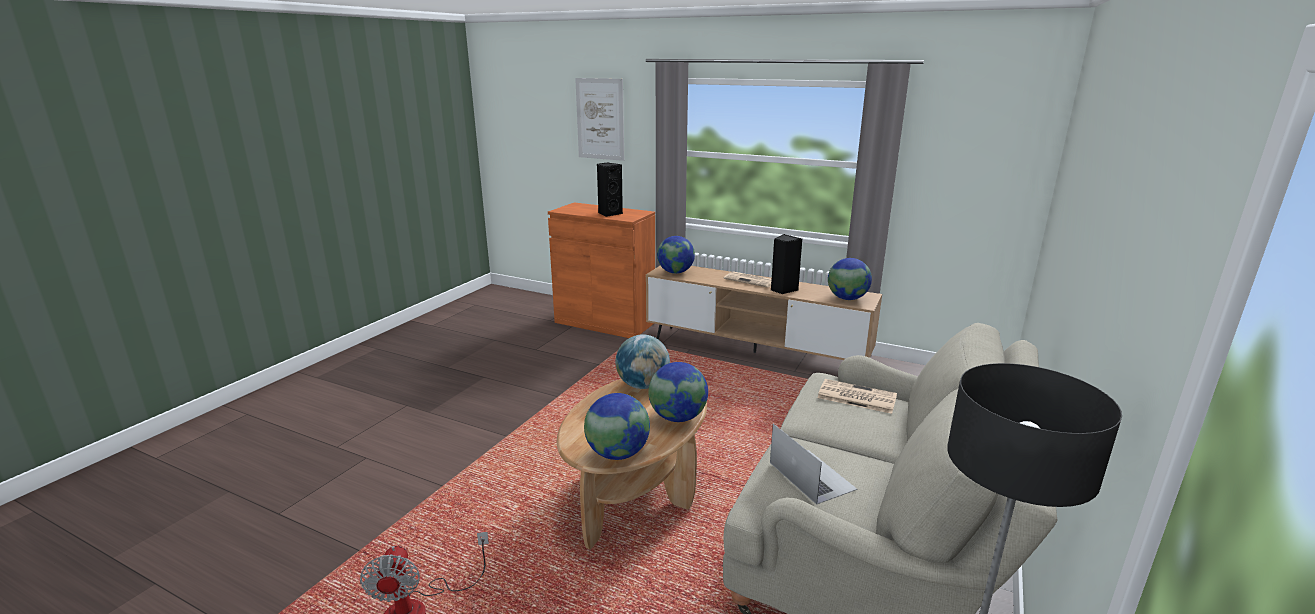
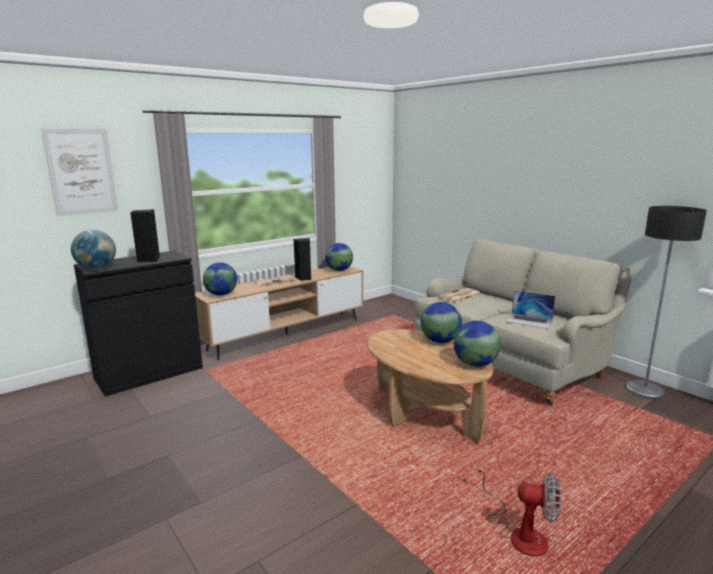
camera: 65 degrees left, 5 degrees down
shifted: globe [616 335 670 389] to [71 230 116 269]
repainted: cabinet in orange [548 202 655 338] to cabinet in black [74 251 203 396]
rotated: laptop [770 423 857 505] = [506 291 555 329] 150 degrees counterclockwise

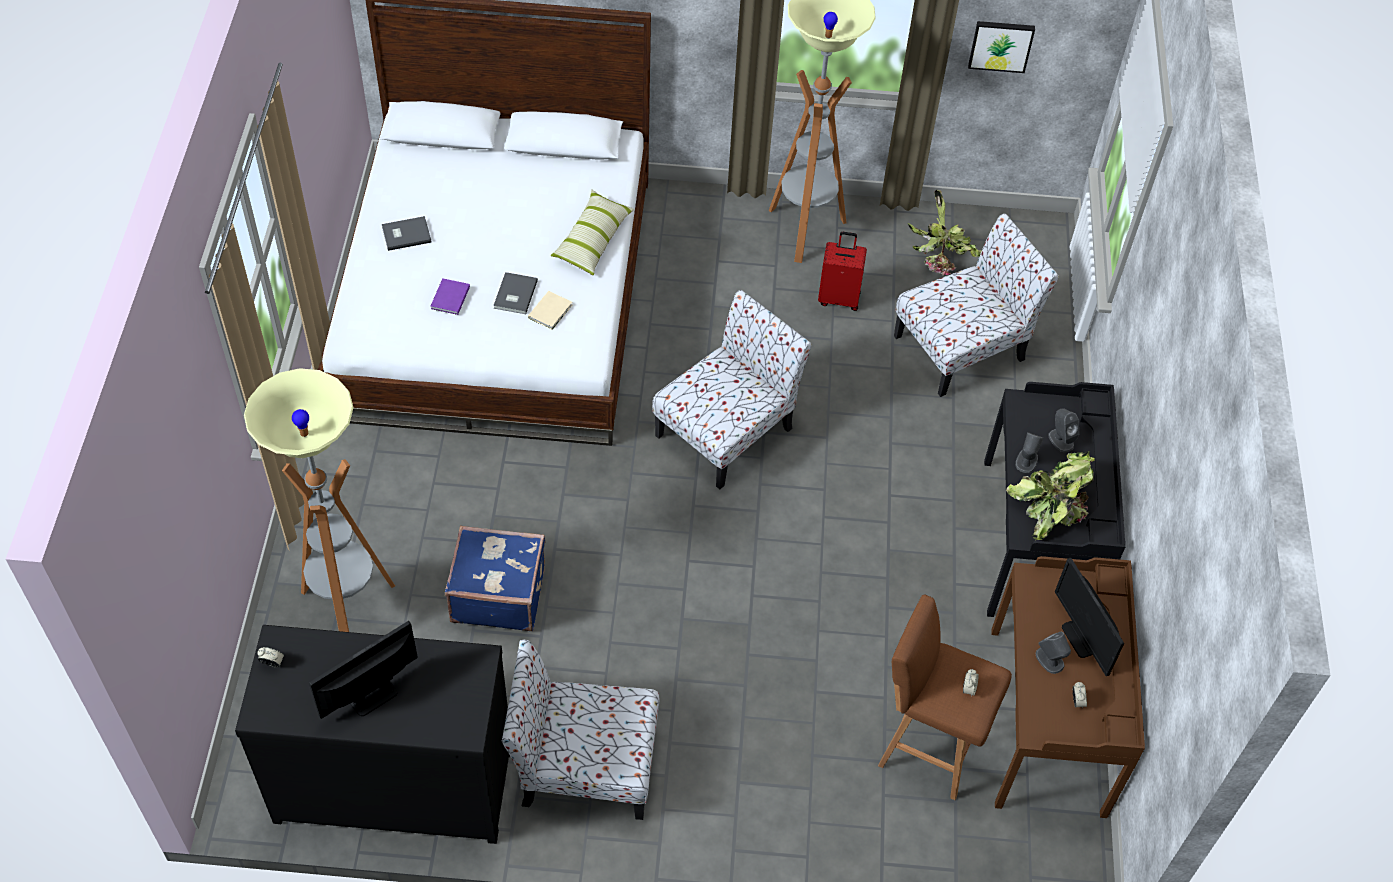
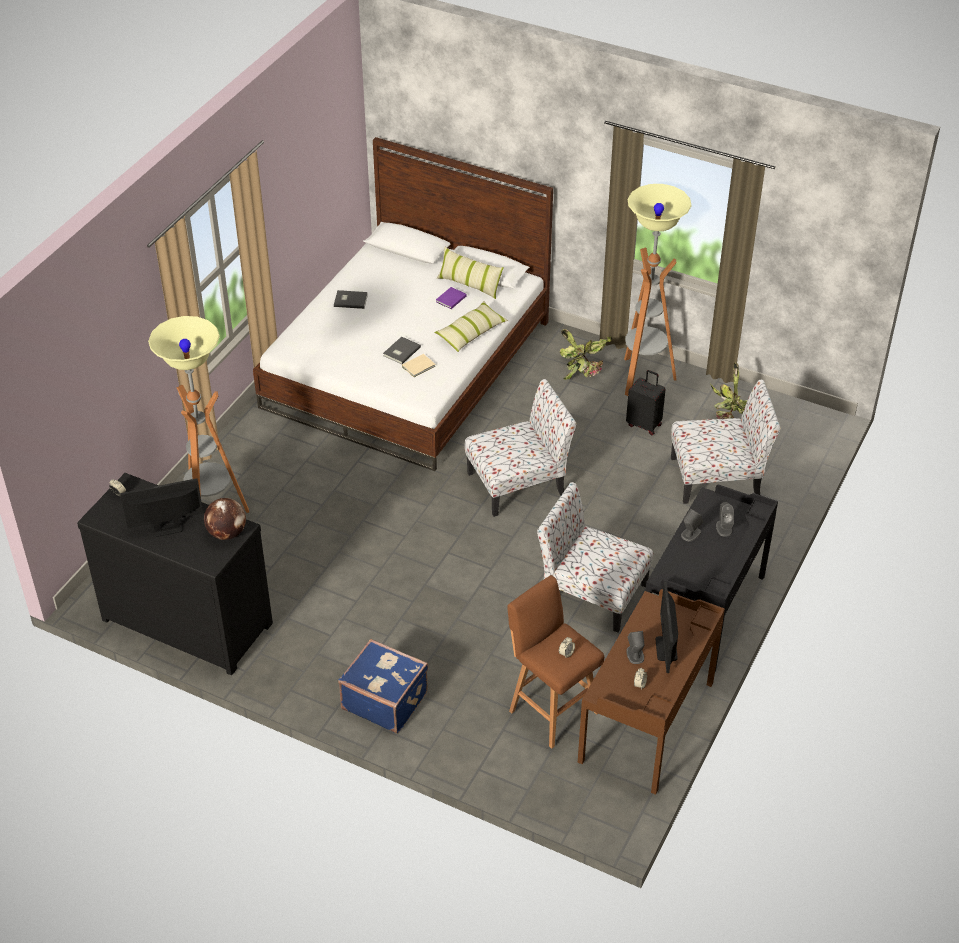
camera: 25 degrees right, 10 degrees down
gone: wall art [968 21 1035 73]
new: globe [204 498 246 540]; cushion [437 247 504 299]
shifted: suitcase in bluish [445 525 545 631] to [338 639 428 733]; bound book in purple-coloured [431 278 470 315] to [436 287 467 309]; plain chair [502 640 659 820] to [537 482 653 633]; houseplant [1006 451 1095 540] to [560 329 612 380]
repainted: suitcase in red [818 232 867 311] to suitcase in black [626 370 666 435]

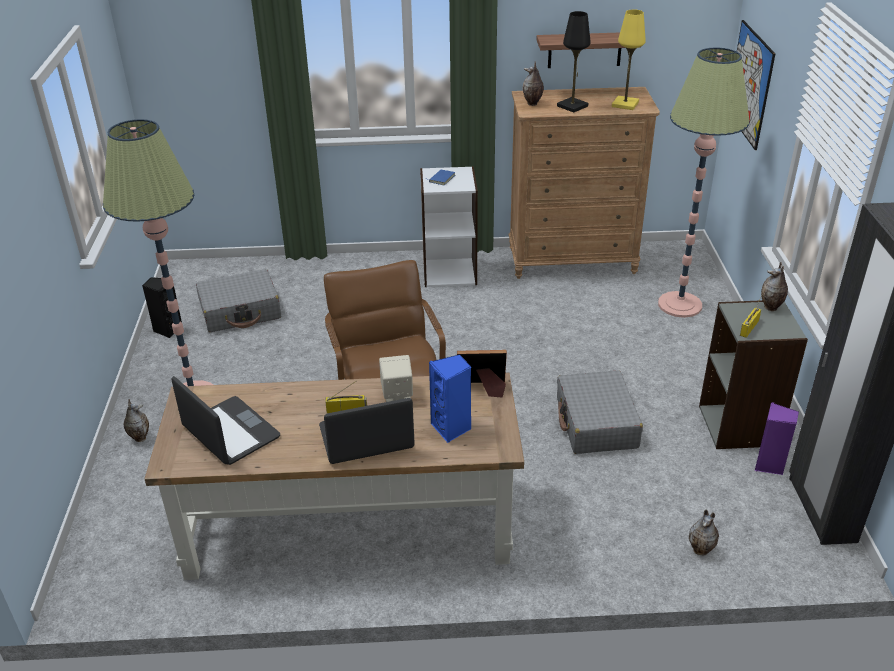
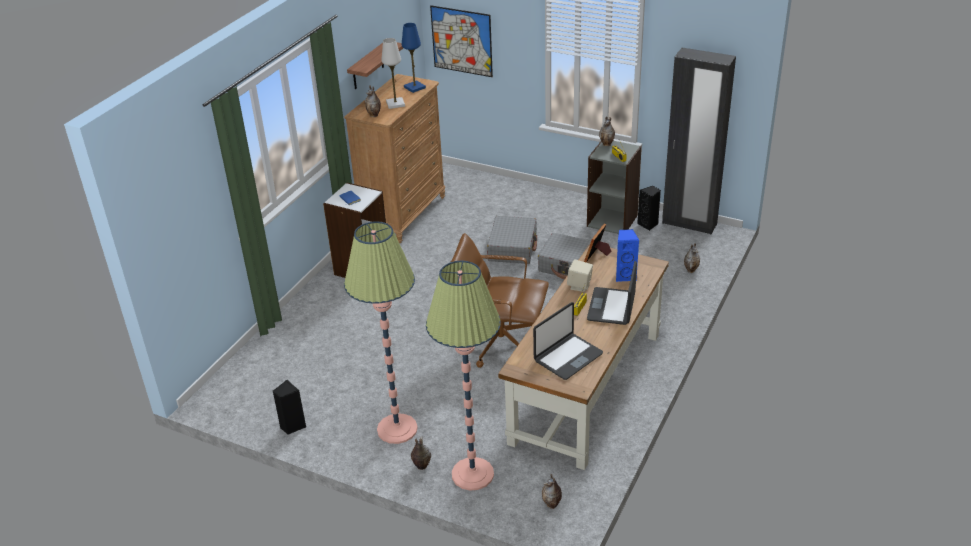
camera: 60 degrees left, 0 degrees up
new: vase [542 474 562 509]
shifted: standard lamp [658 48 750 318] to [426 261 501 491]; suitcase in grey [196 269 281 332] to [487 216 537 264]
repainted: table lamp in black [557 11 591 113] to table lamp in white [381 38 405 109]; table lamp in yellowish [612 10 646 110] to table lamp in bluish [402 23 426 93]; audio speaker in purple-coloured [755 402 799 475] to audio speaker in black [637 186 661 231]
rotated: laptop [171 376 280 465] = [533 302 603 380] 150 degrees clockwise

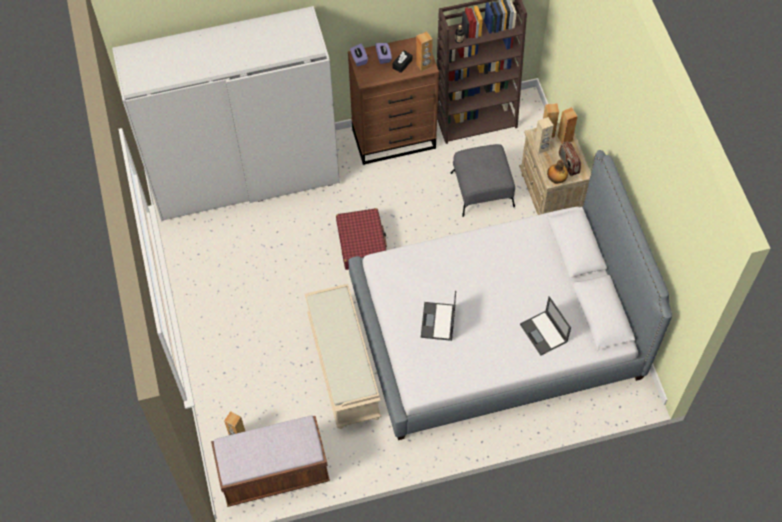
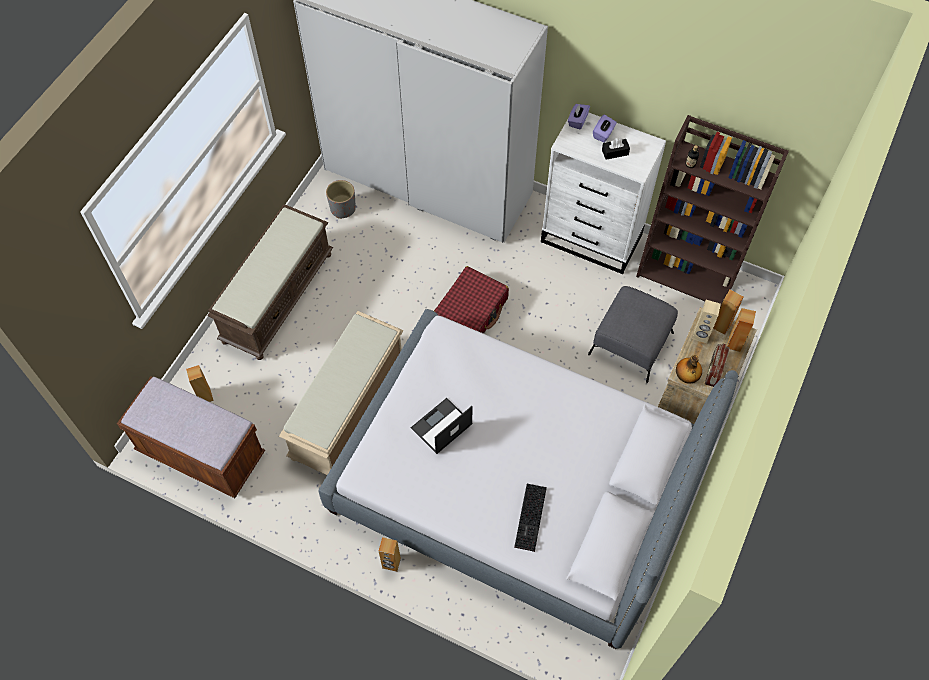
camera: 40 degrees right, 0 degrees up
new: bench in brownish [207 204 333 360]; plant pot in grey [326 180 356 219]
shifted: audio speaker in brownish [416 31 433 71] to [379 537 401 572]
swapped: laptop [520 296 571 356] to keyboard [514 484 547 552]
repainted: chest of drawers in brownish [348 37 439 165] to chest of drawers in white [541 113 666 275]

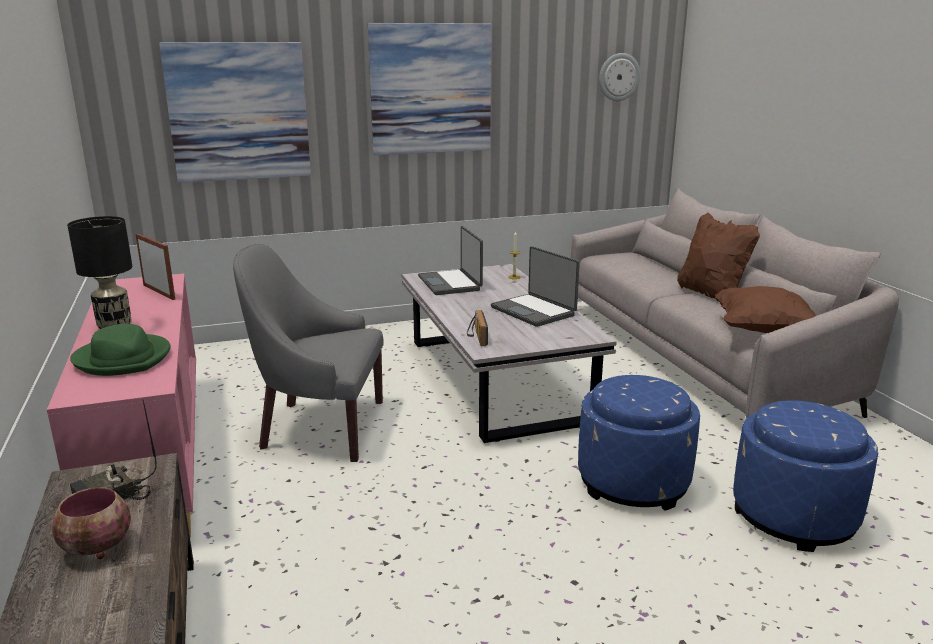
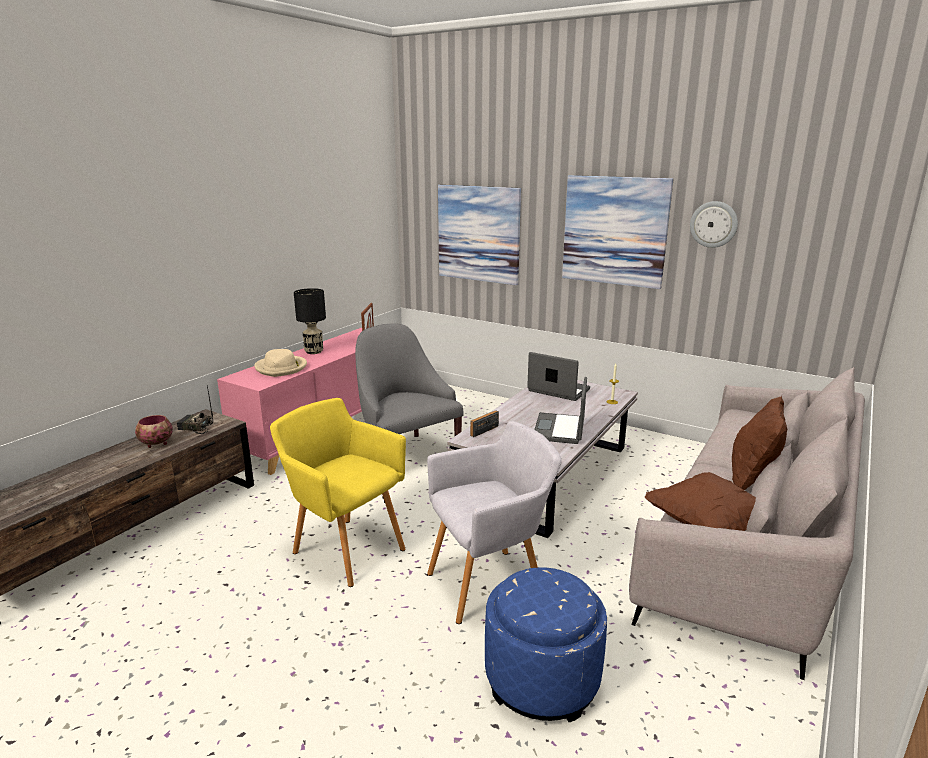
camera: 50 degrees right, 0 degrees up
new: armchair in yellowish [270 398 406 587]
shifted: wall clock [599 53 640 101] to [690 201 738 248]
swapped: pouffe in bluish [578 375 700 511] to armchair in grey [427 421 562 624]
repainted: hat in green-coloured [70 324 171 376] to hat in beige-coloured [254 349 307 377]
rotated: laptop [418 226 483 295] = [527 352 590 401] 90 degrees clockwise

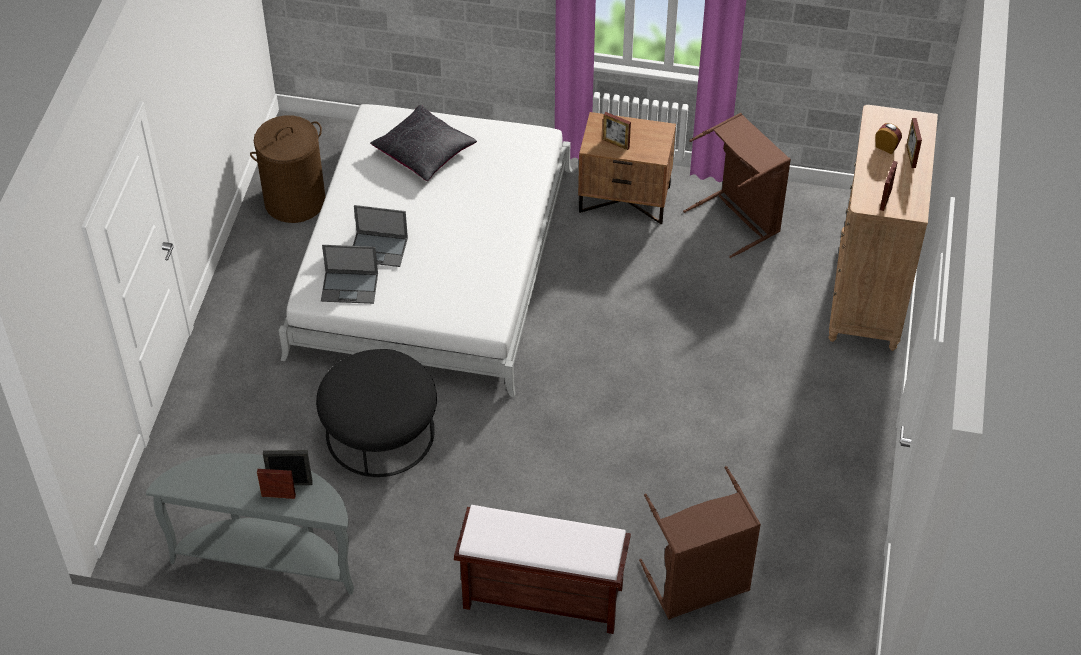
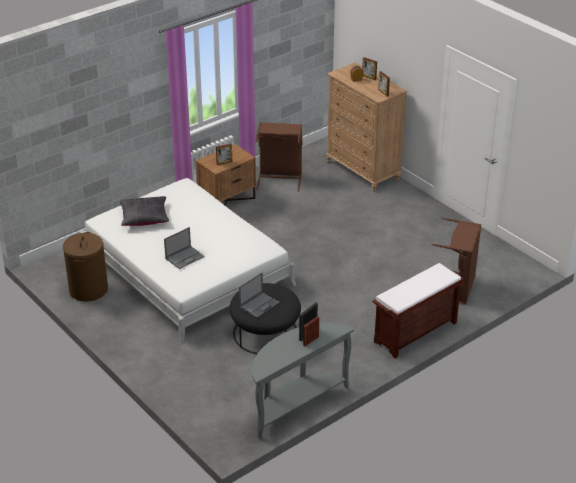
camera: 50 degrees left, 15 degrees down
shifted: laptop [321 245 378 304] to [239 273 280 318]

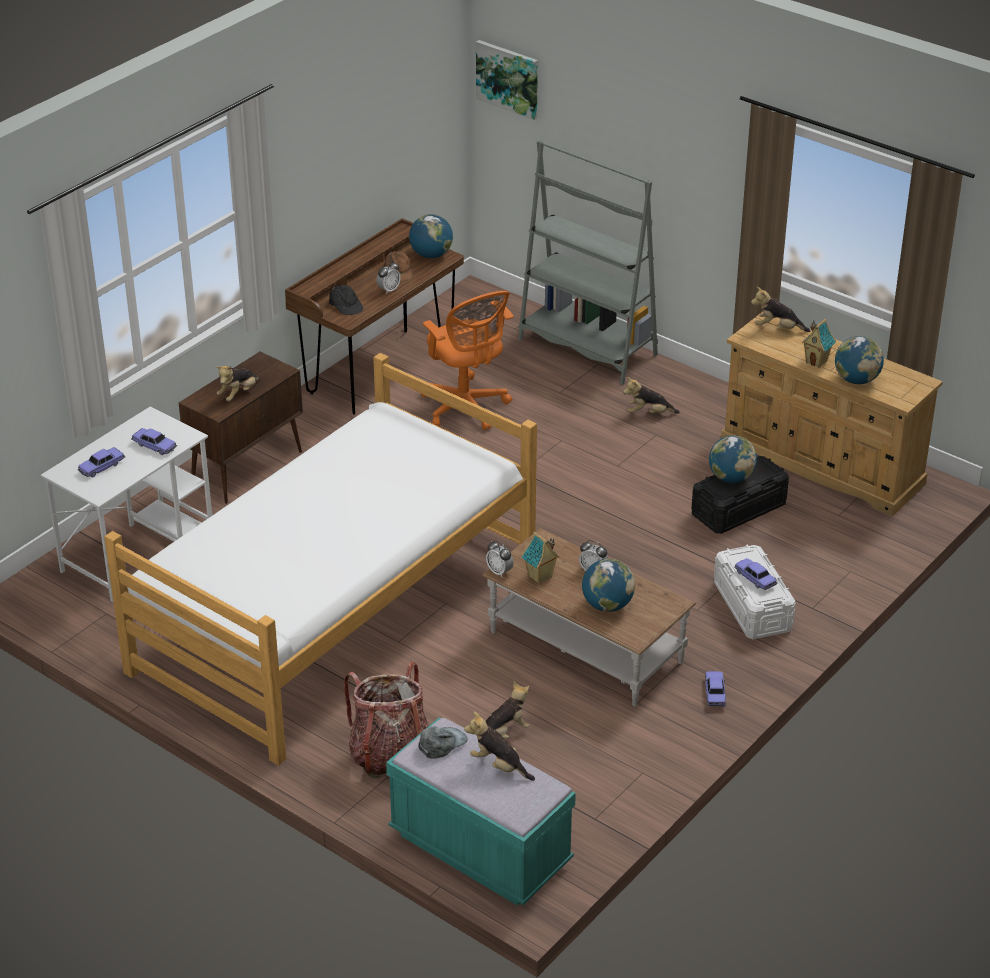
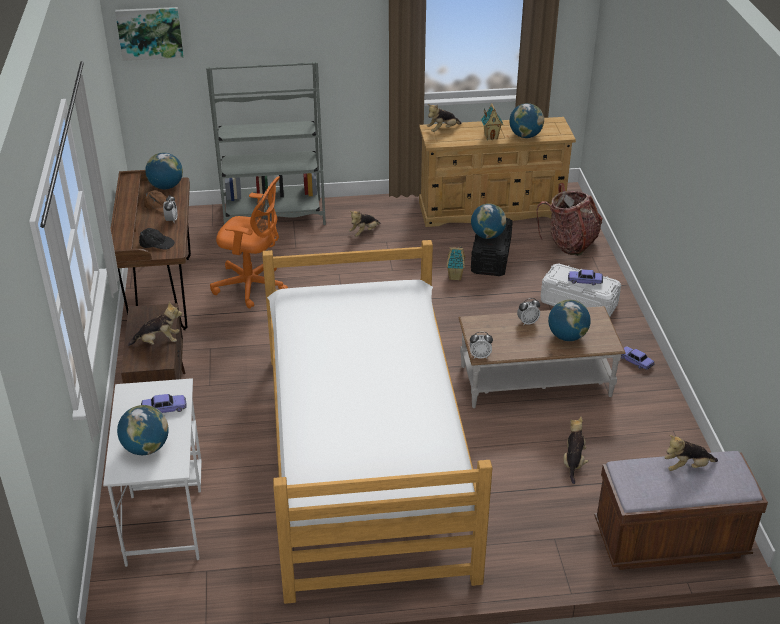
camera: 45 degrees left, 0 degrees up
gone: peaked cap in grey [418 726 468 759]
shifted: toy house [522 531 559 584] to [446 247 466 281]; knapsack [344 662 428 778] to [537 183 603 256]
swapped: model car [78 447 125 477] to globe [117 405 169 455]
repainted: bench in blue-green [386 718 576 905] to bench in brownish [594 451 768 570]
rotated: plush toy [217 366 260 401] = [128 302 182 346] 90 degrees counterclockwise

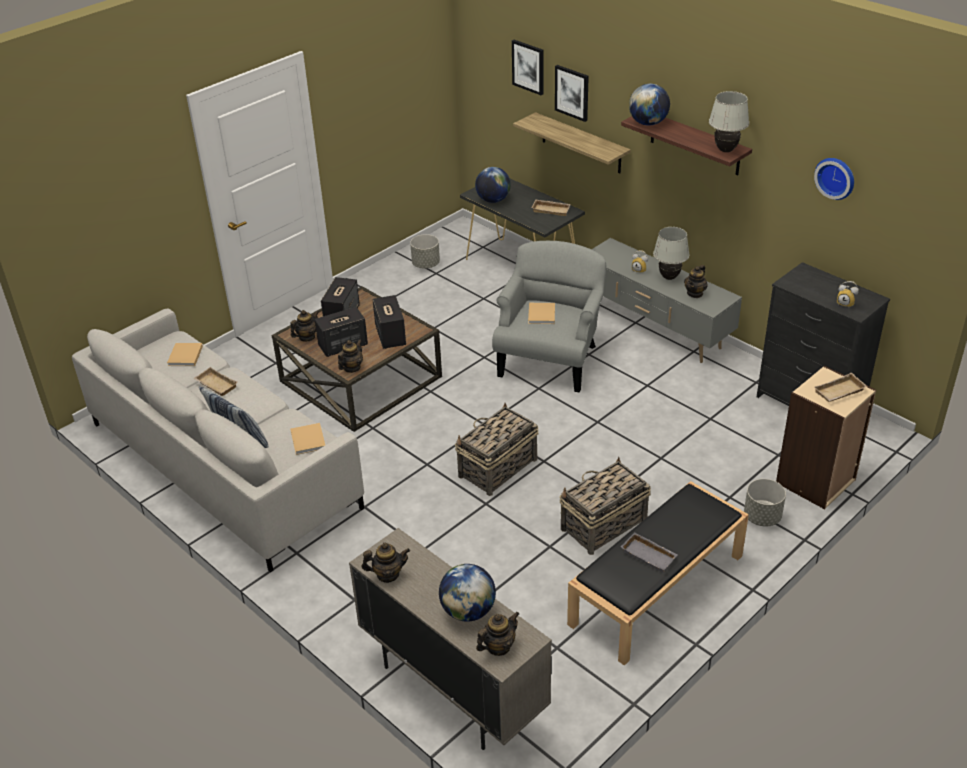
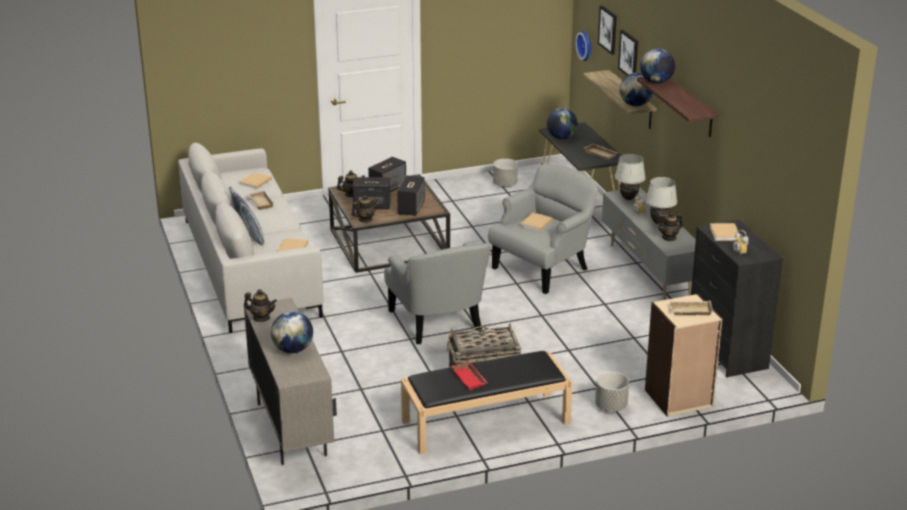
camera: 25 degrees right, 10 degrees down
gone: pot for tea [476 611 519 656]
new: globe [620 73 653 106]; bound book in beige-coloured [710 223 740 241]
shifted: wall clock [814 158 854 200] to [575 31 591 61]; table lamp in white [709 91 749 152] to [615 154 646 200]
swapped: household basket [455 403 539 496] to armchair in grey [384 241 491 344]
repainted: serving tray in grey [621 532 678 573] to serving tray in red [451 362 488 391]

